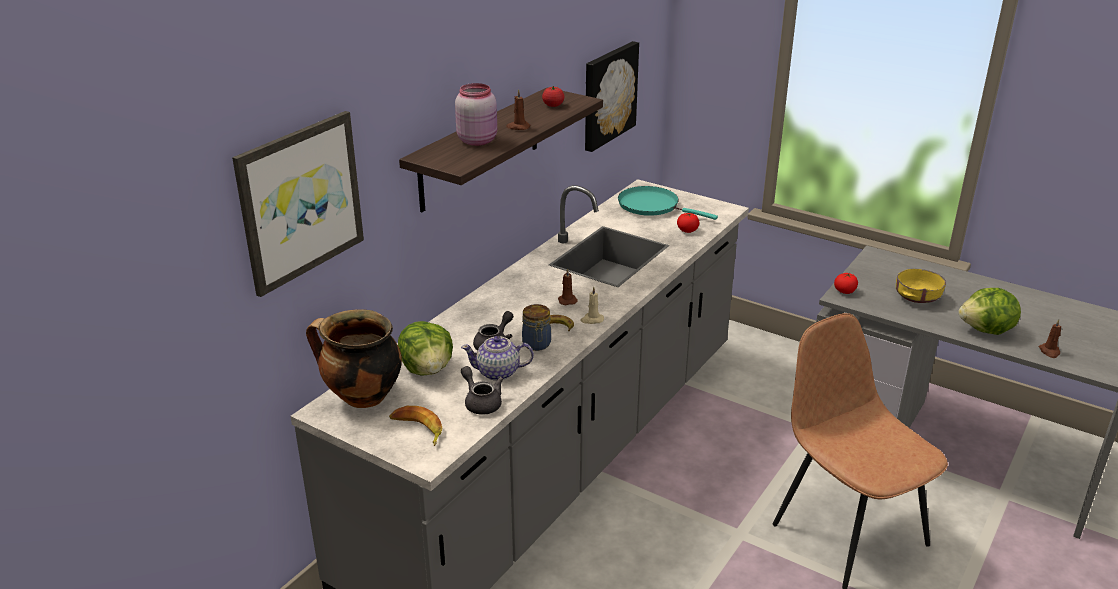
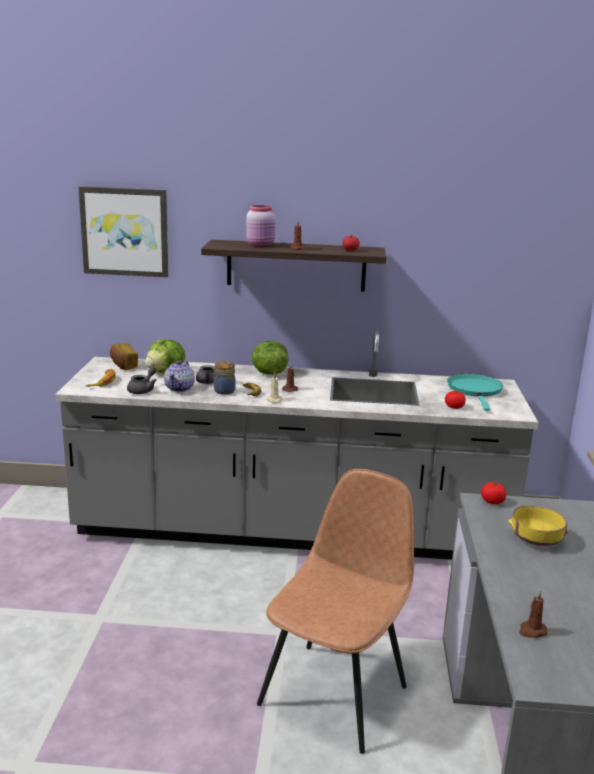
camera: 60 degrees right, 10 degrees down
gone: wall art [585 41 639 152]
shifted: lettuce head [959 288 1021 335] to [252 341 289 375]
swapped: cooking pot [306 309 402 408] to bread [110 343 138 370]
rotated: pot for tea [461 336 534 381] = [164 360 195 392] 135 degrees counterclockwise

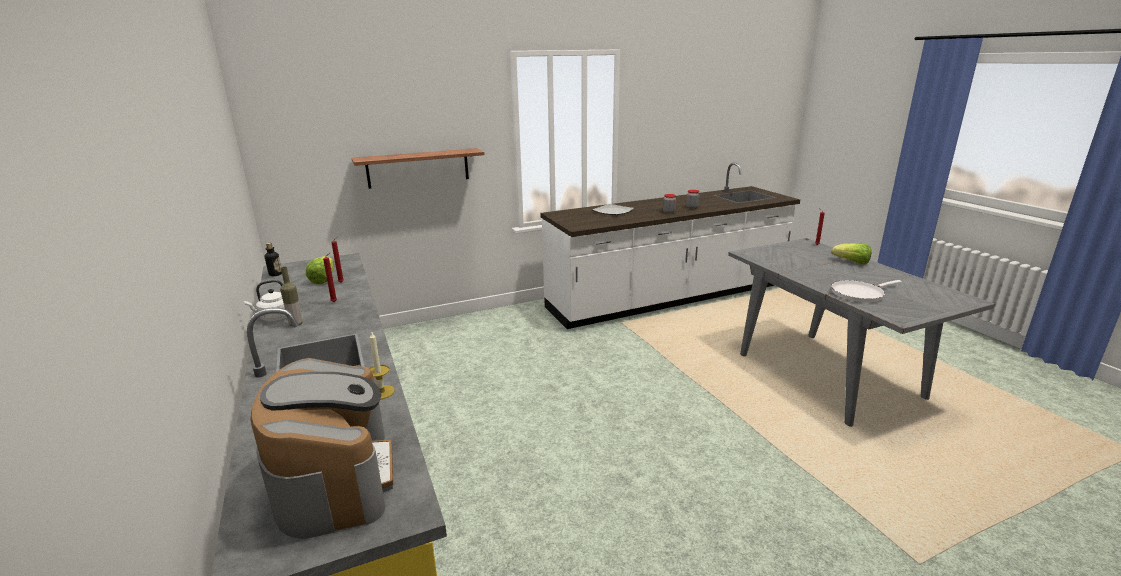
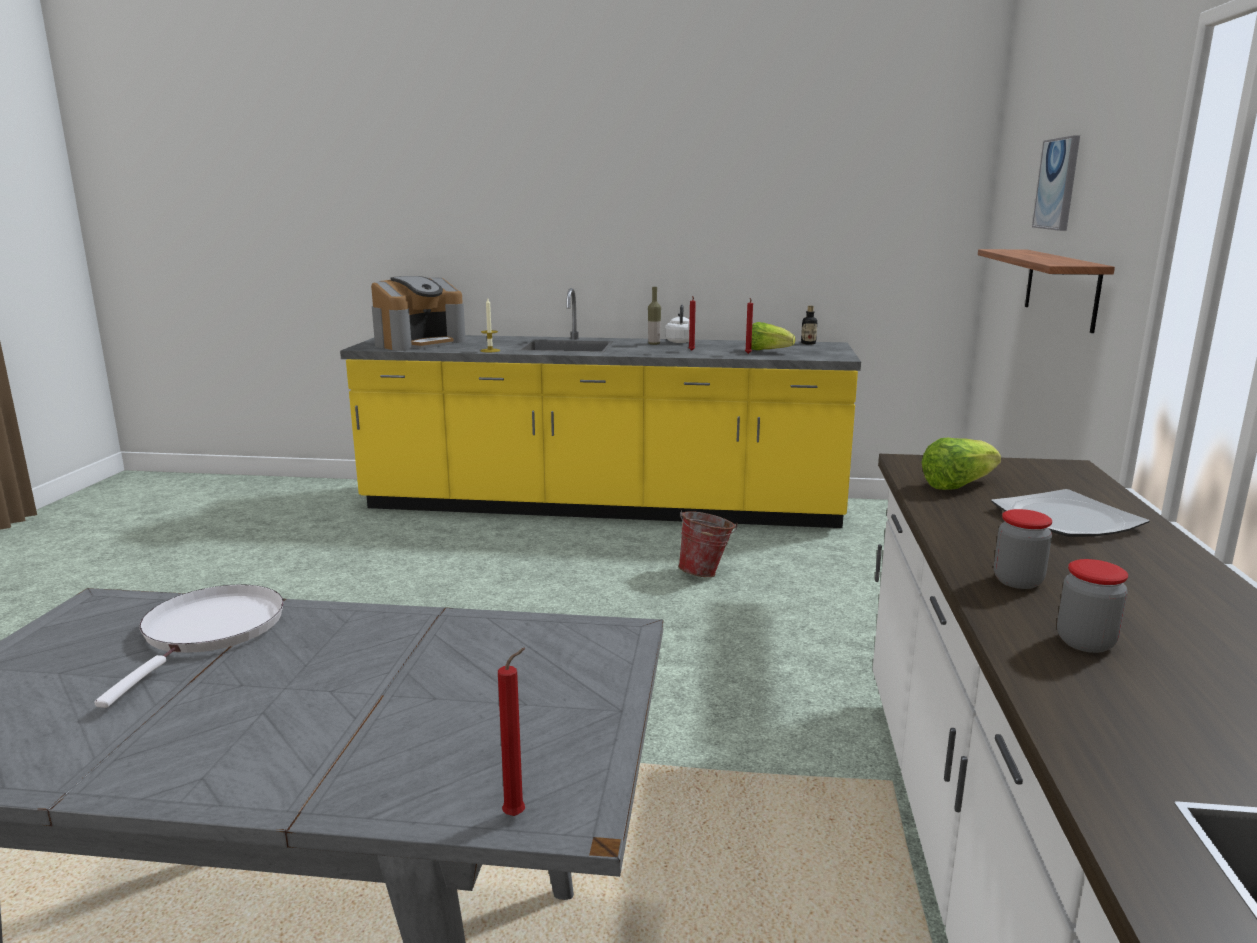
camera: 120 degrees right, 5 degrees down
new: pail [678 510 737 577]; wall art [1032 135 1080 231]
shifted: lettuce head [832 243 872 265] to [921 438 1001 490]
rotated: coffee machine [250 358 393 539] = [371 276 466 351] 60 degrees counterclockwise

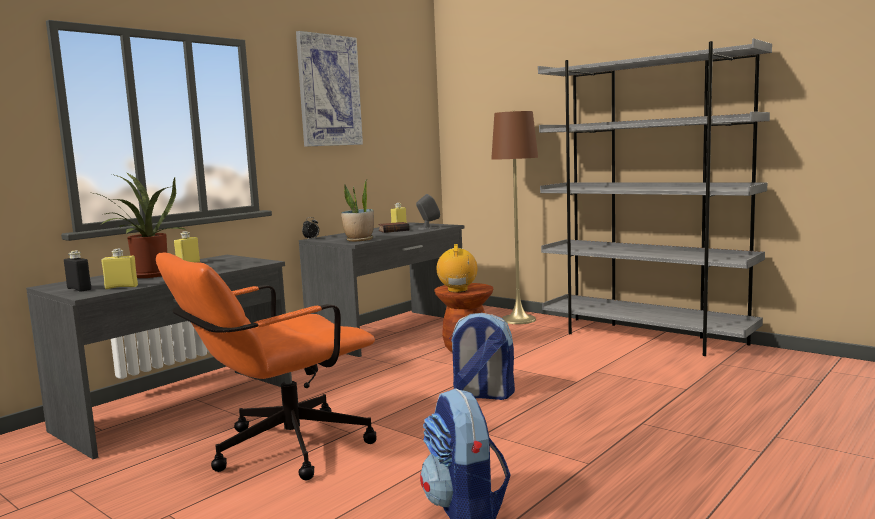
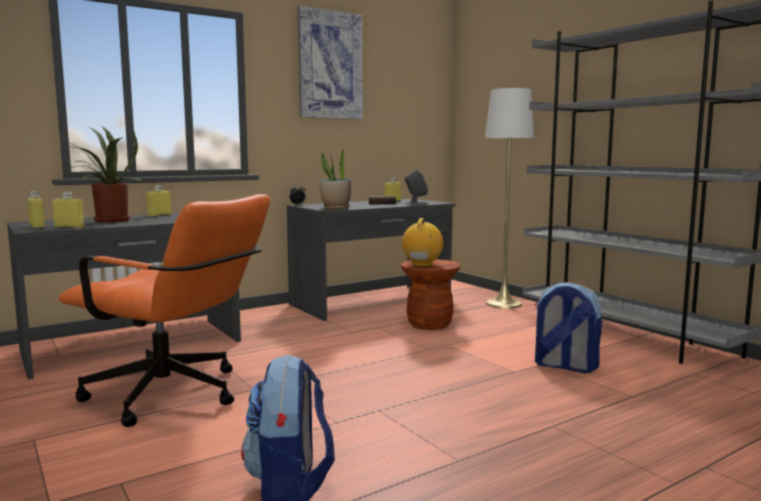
camera: 15 degrees right, 0 degrees up
shifted: knapsack [449 313 515 400] to [535 282 602 373]
repainted: beverage bottle in black [64 251 91 292] to beverage bottle in yellowish [27 191 45 228]; standard lamp in brownish [491 111 538 324] to standard lamp in white [485 88 534 309]
rotated: computer chair in orange [156 252 377 480] = [58 194 270 427] 135 degrees counterclockwise

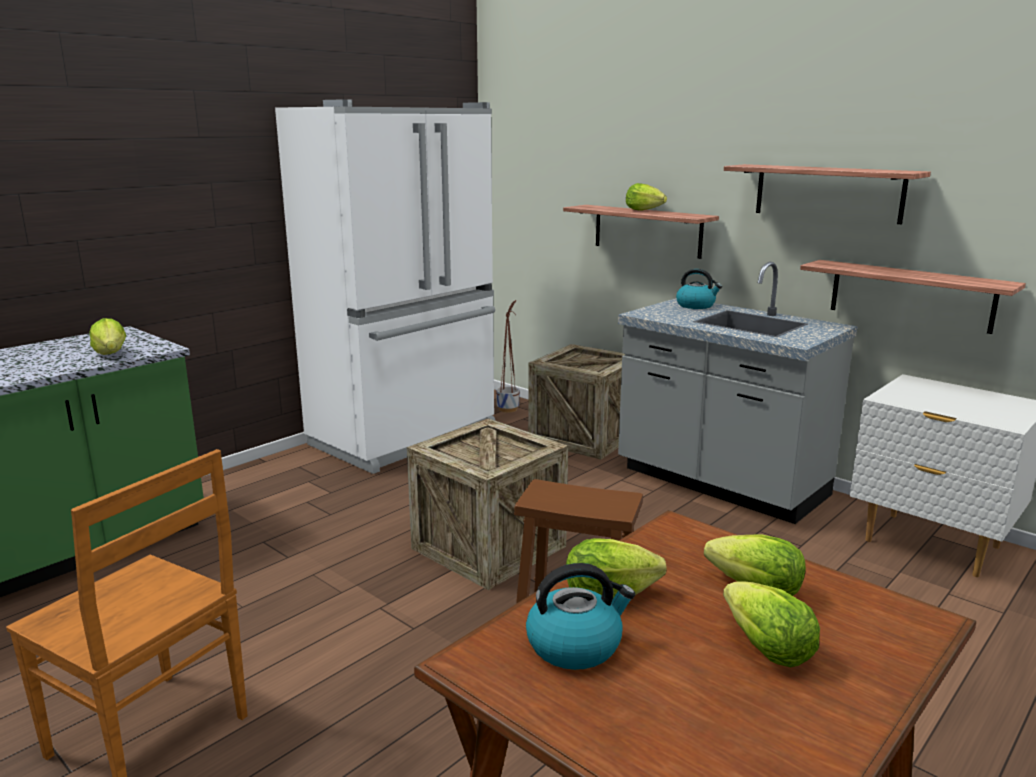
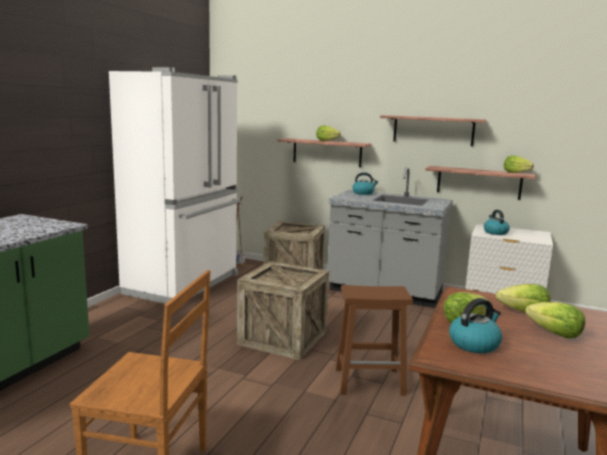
camera: 20 degrees left, 5 degrees down
new: water kettle [484 210 510 235]
shifted: lettuce head [90 318 126 355] to [504 155 534 173]

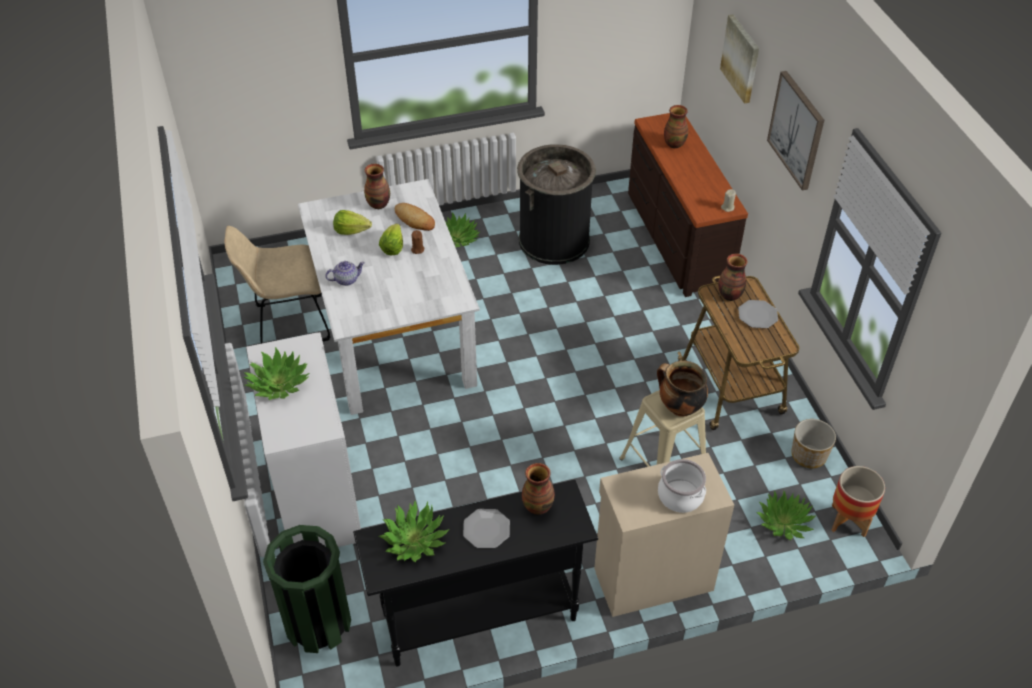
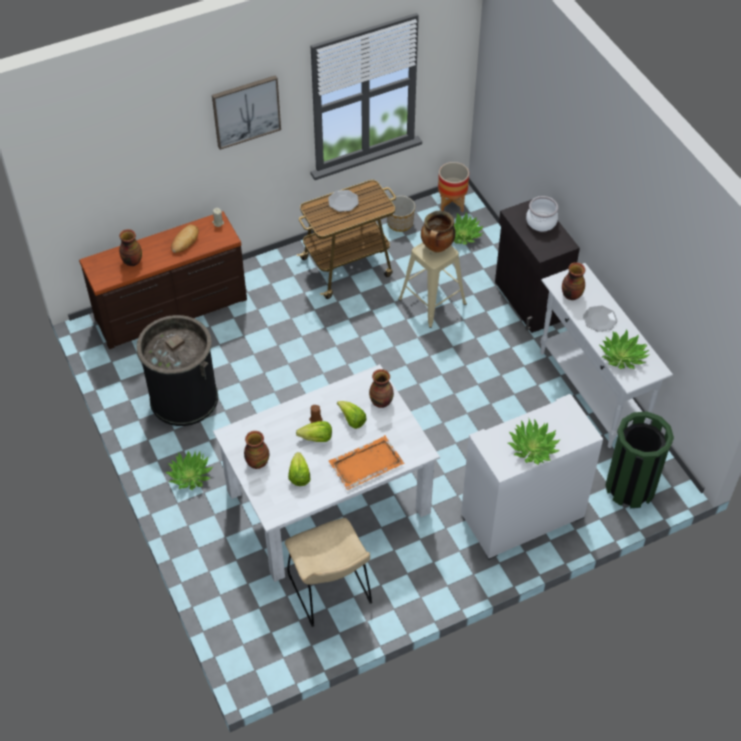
camera: 100 degrees left, 5 degrees up
gone: wall art [720 14 759 104]
new: lettuce head [337 401 367 429]
shifted: bread [395 203 435 231] to [171 224 199 253]; vase [718 254 748 301] to [369 369 394 408]
swapped: pot for tea [325 261 365 286] to serving tray in orange [329 435 404 490]
repainted: cabinet in beige-coloured [594 453 734 617] to cabinet in black [495 199 580 333]; console table in black [353 479 598 667] to console table in white [540 263 673 448]

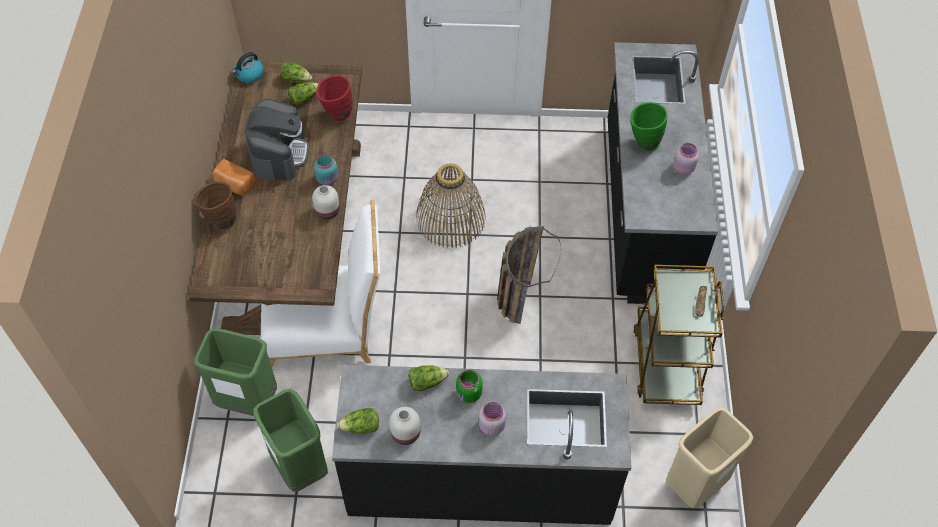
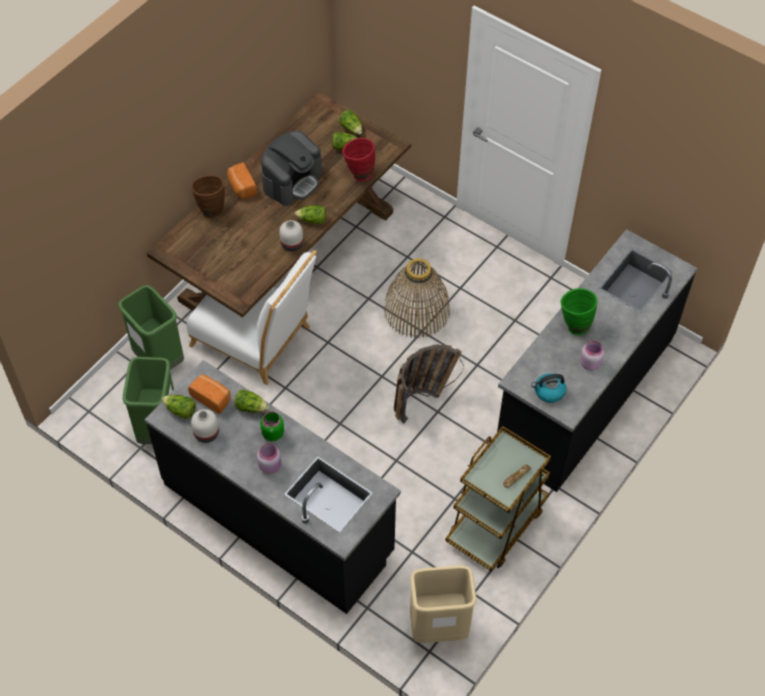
camera: 35 degrees right, 0 degrees up
new: bread [188 374 231 414]
shifted: water kettle [232 52 264 83] to [531 373 566 403]
swapped: storage jar in blue-green [314 154 338 185] to lettuce head [294 205 326 224]

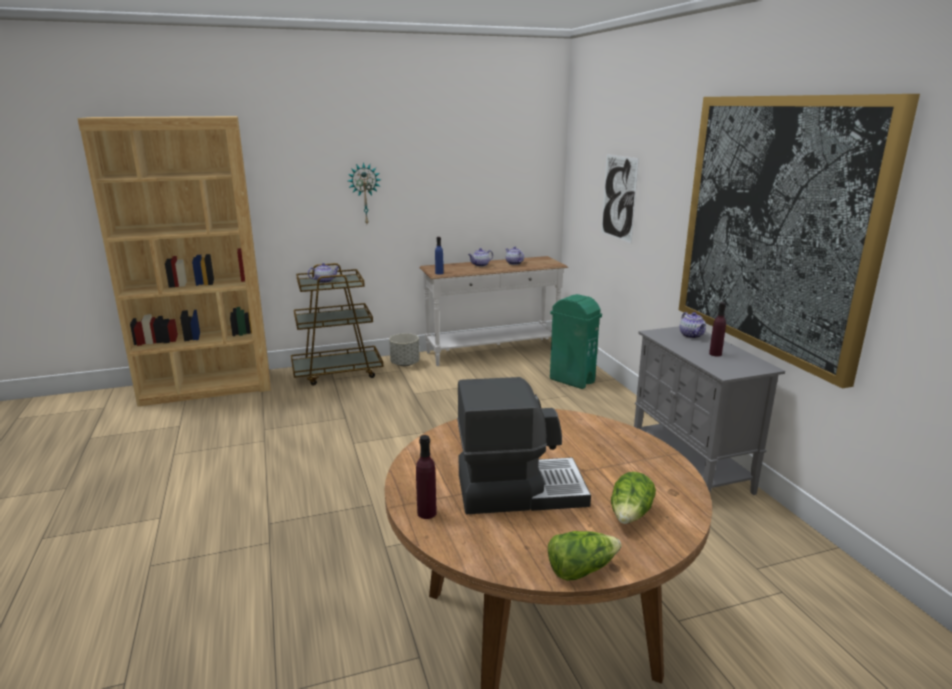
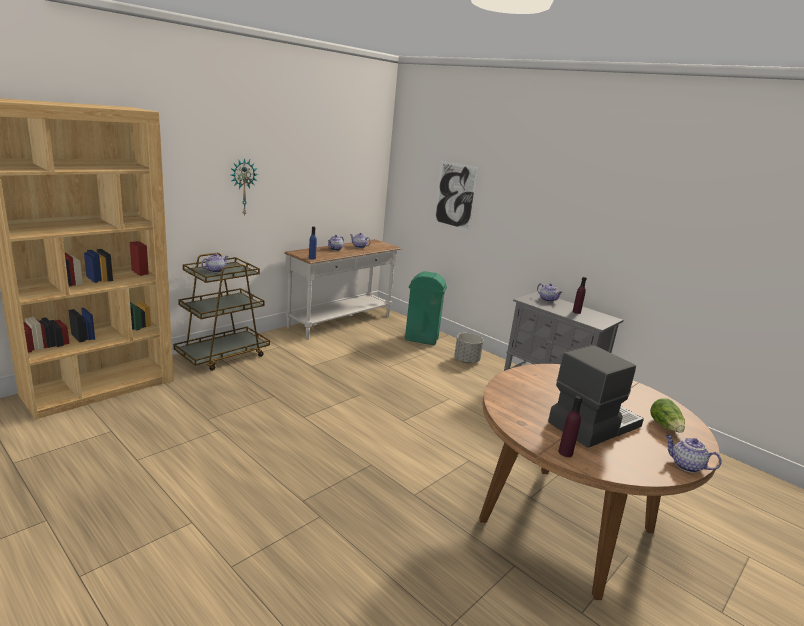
camera: 30 degrees left, 0 degrees up
gone: wall art [679 94 920 389]
shifted: plant pot in grey [389 333 420 366] to [454 333 484 363]
swapped: lettuce head [548 531 621 581] to pot for tea [665 435 722 473]

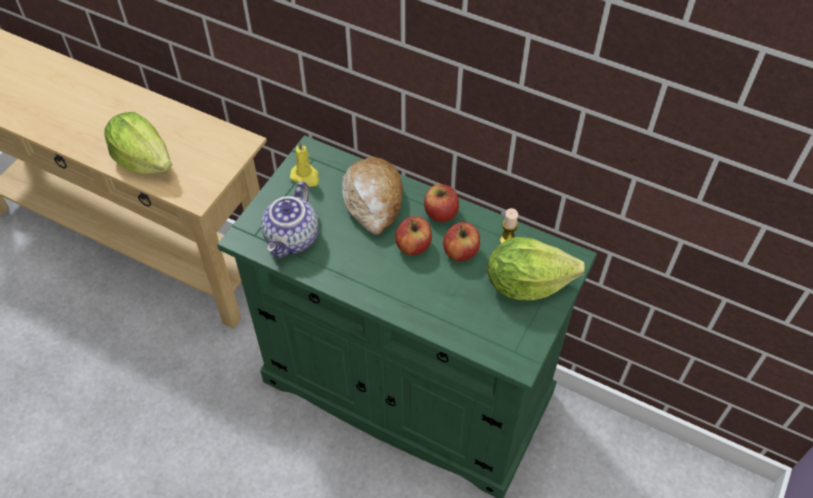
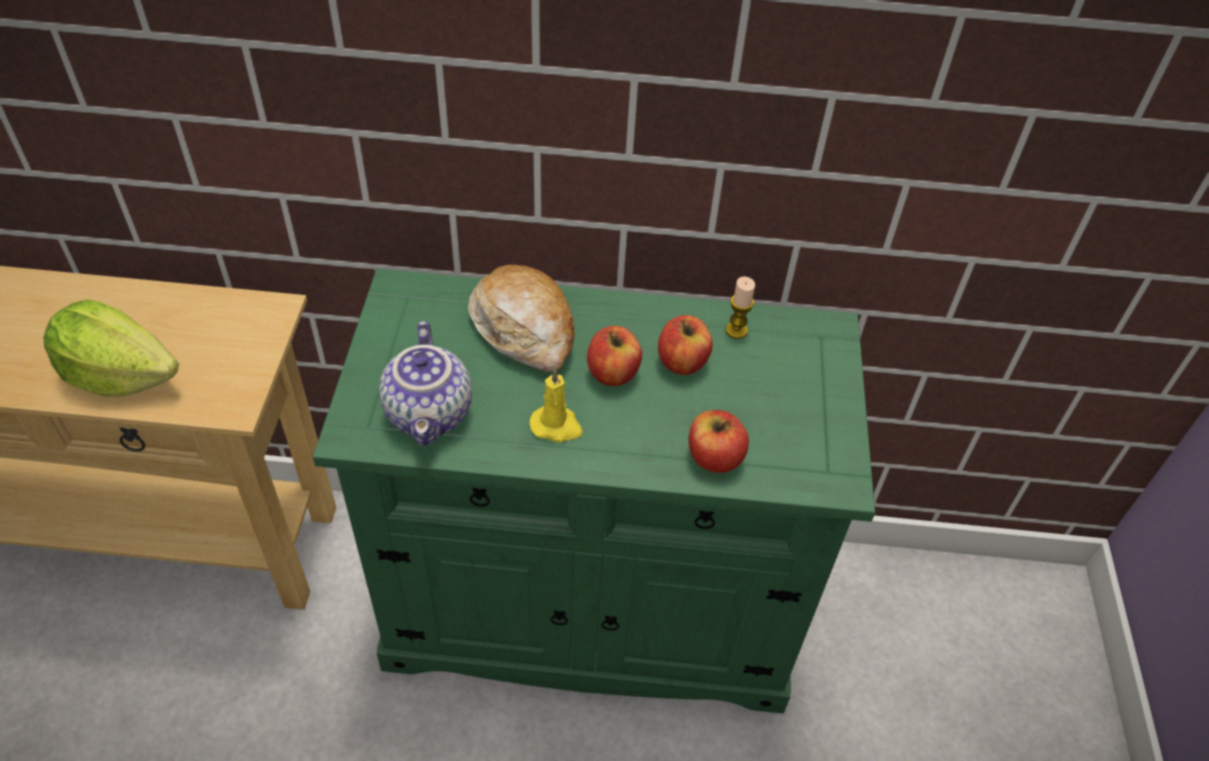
camera: 25 degrees left, 5 degrees down
gone: lettuce head [487 237 585 301]
shifted: wax light in yellowish [290 141 319 186] to [529 368 583 442]; whole apple [424 184 459 222] to [689 410 749 473]

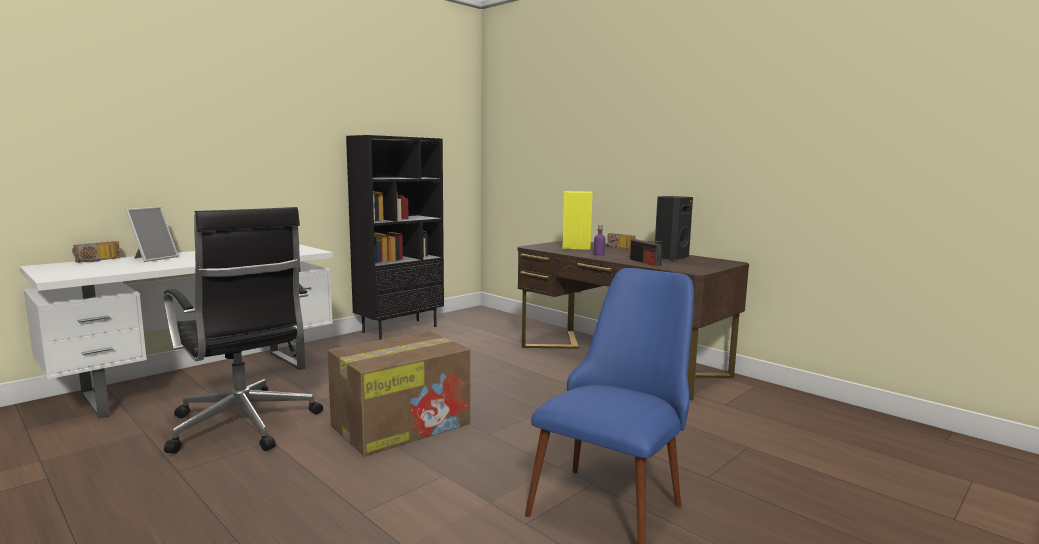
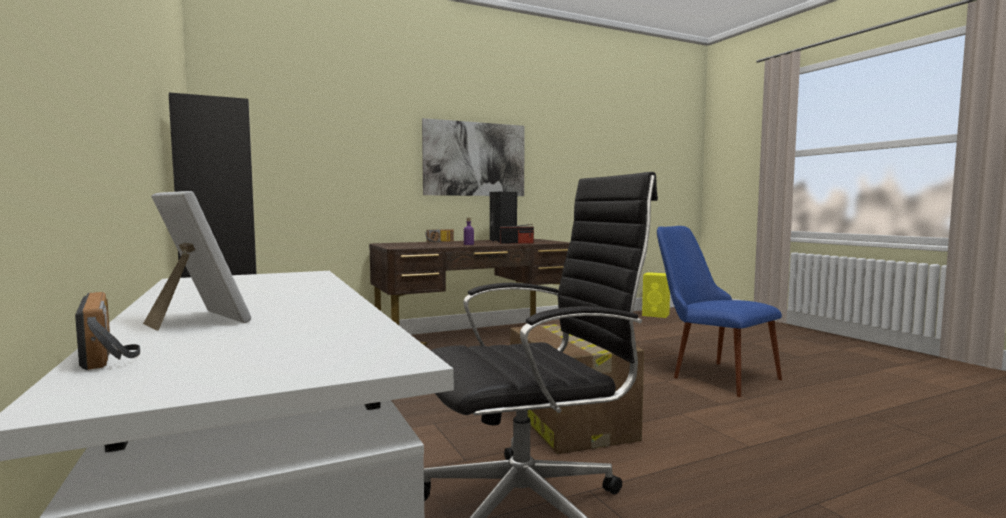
camera: 70 degrees left, 5 degrees down
new: wall art [422 118 525 196]
shifted: audio speaker in yellowish [562 191 593 250] to [642 272 670 318]

